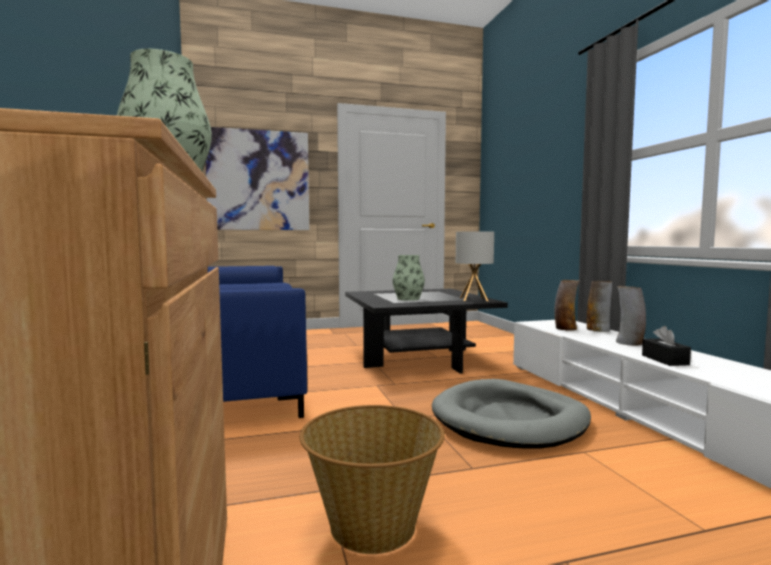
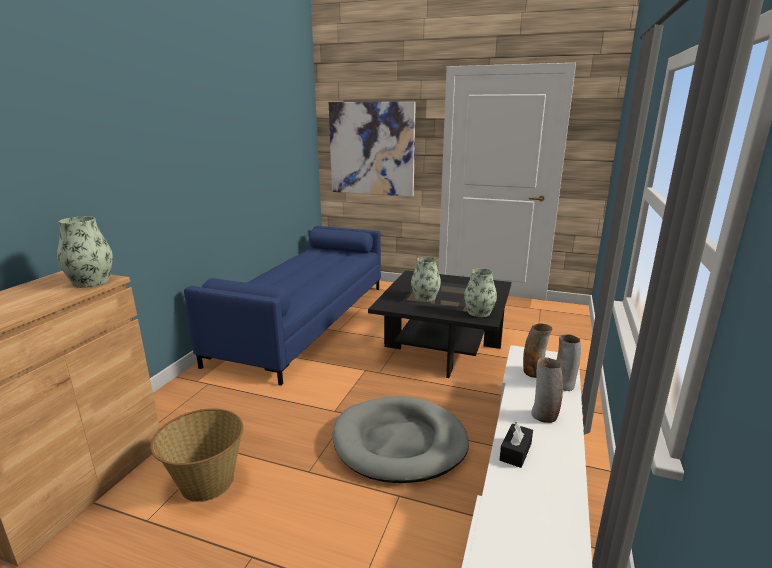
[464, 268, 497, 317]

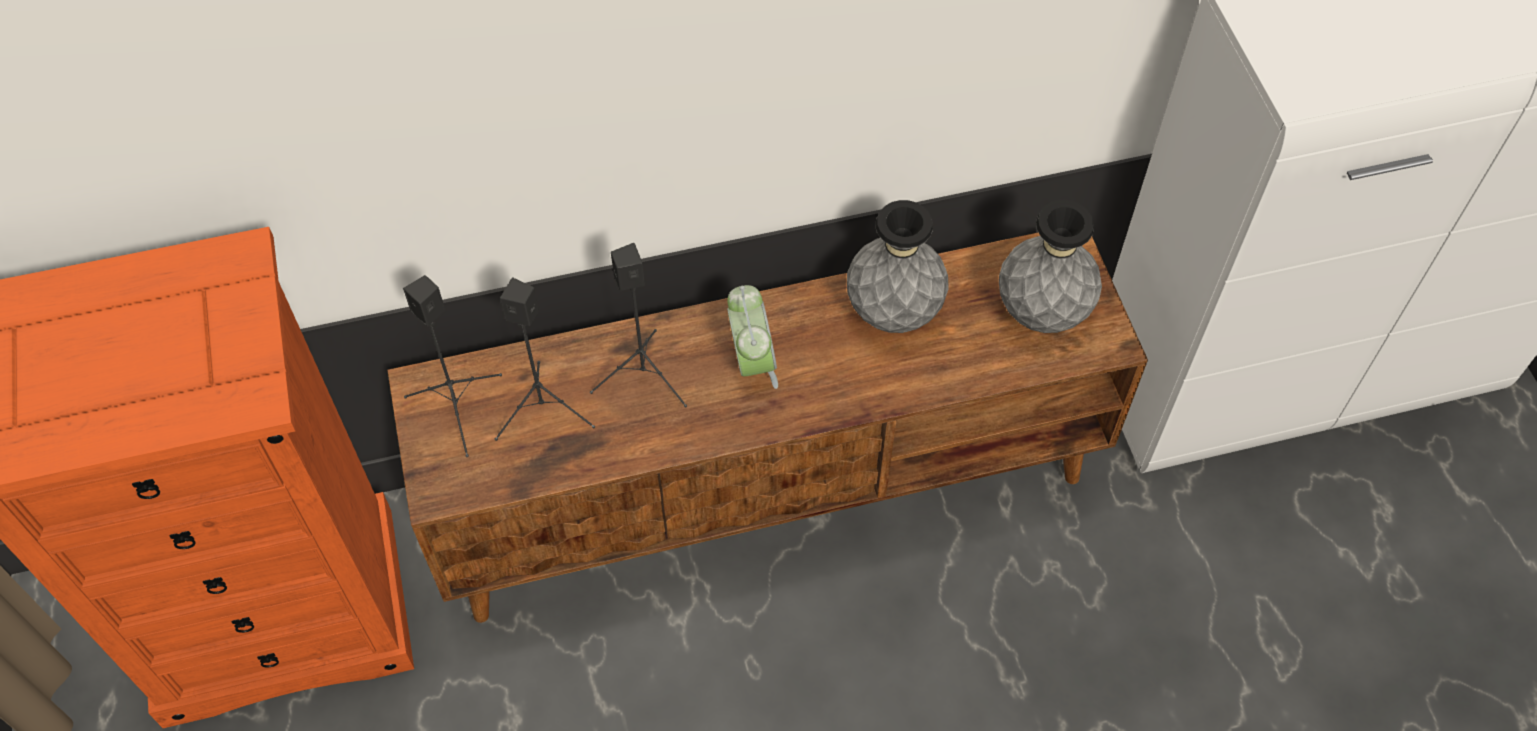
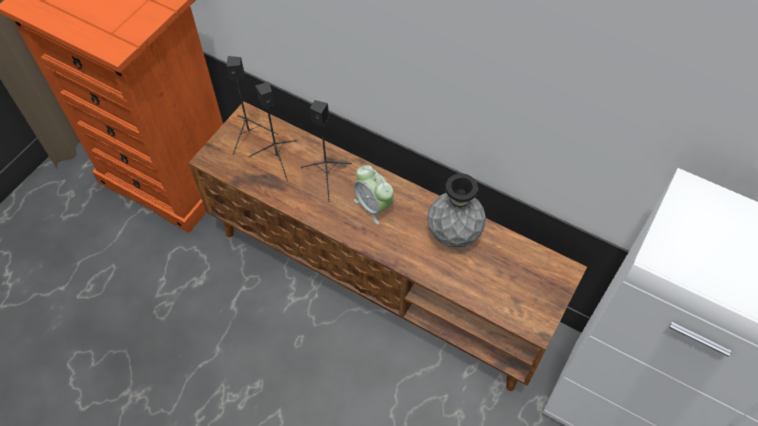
[999, 200, 1102, 333] (first image)
[354, 165, 394, 224]

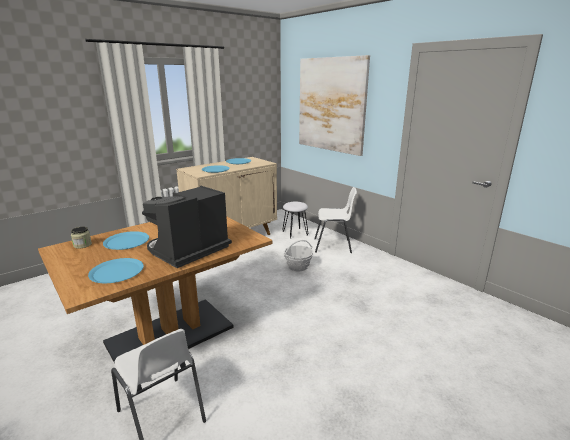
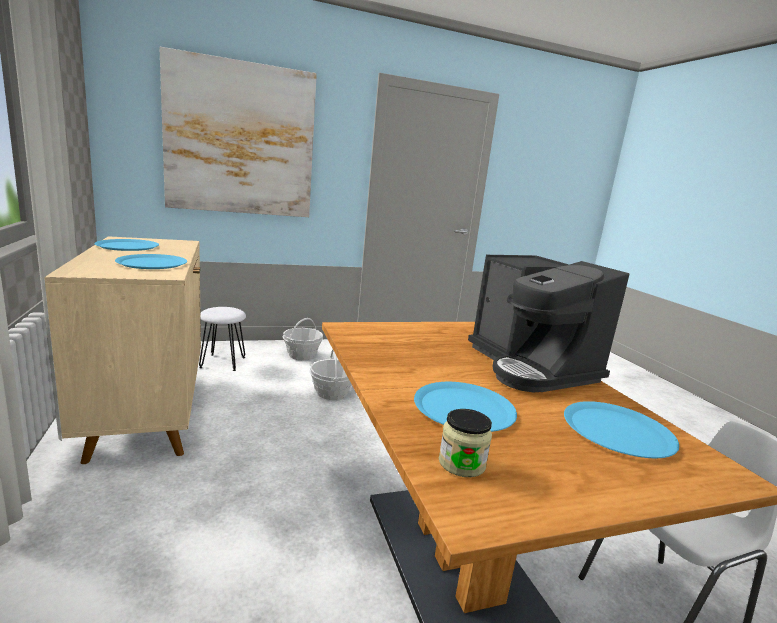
[282, 318, 323, 361]

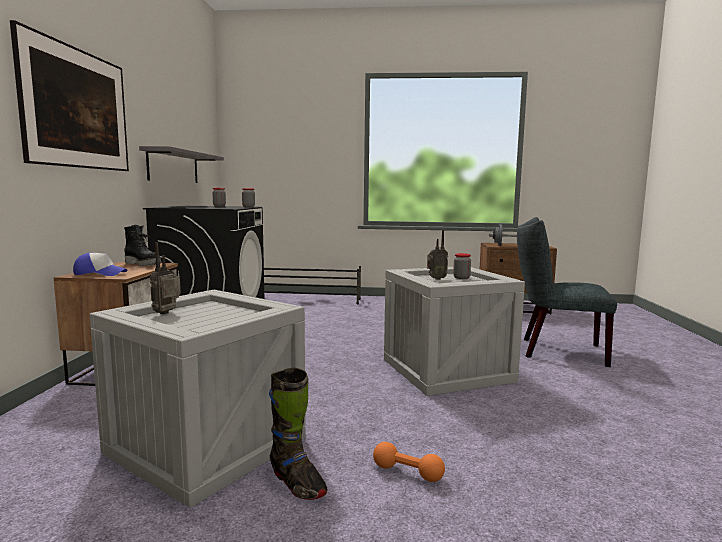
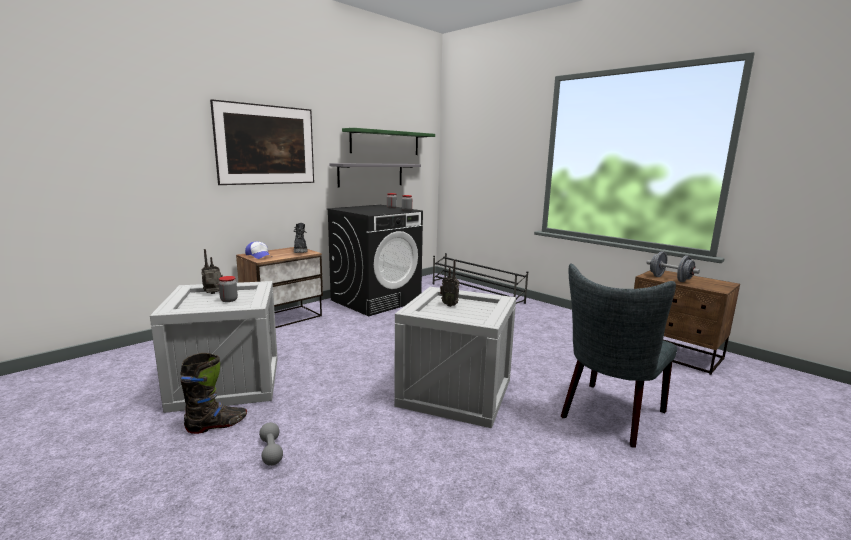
[561, 263, 677, 448]
[219, 276, 238, 302]
[180, 353, 247, 434]
[259, 422, 283, 466]
[342, 128, 435, 155]

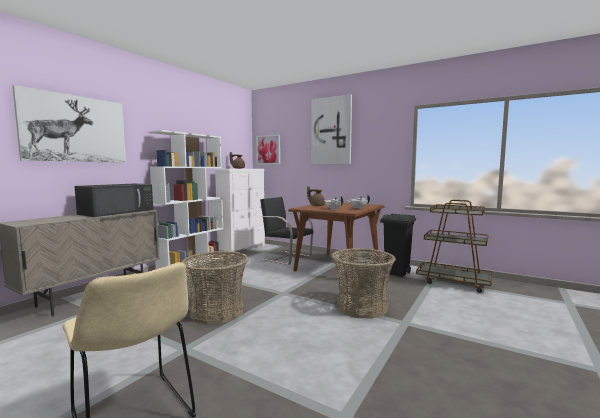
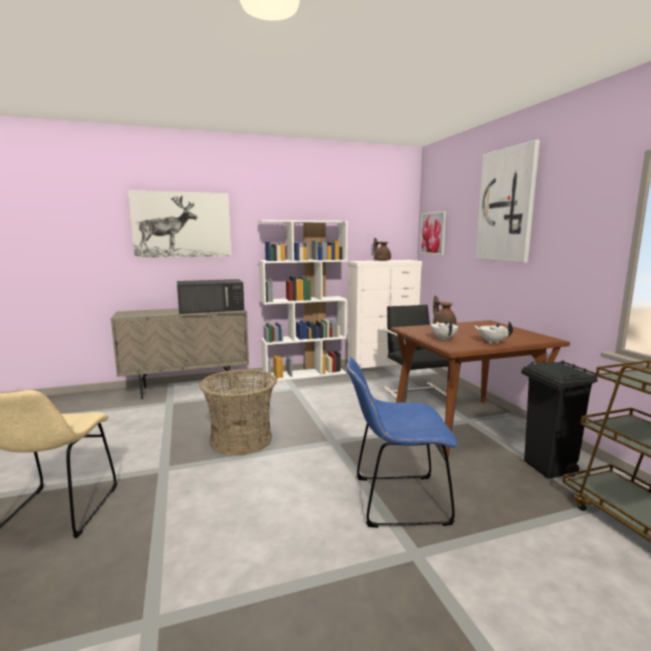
[347, 357, 458, 528]

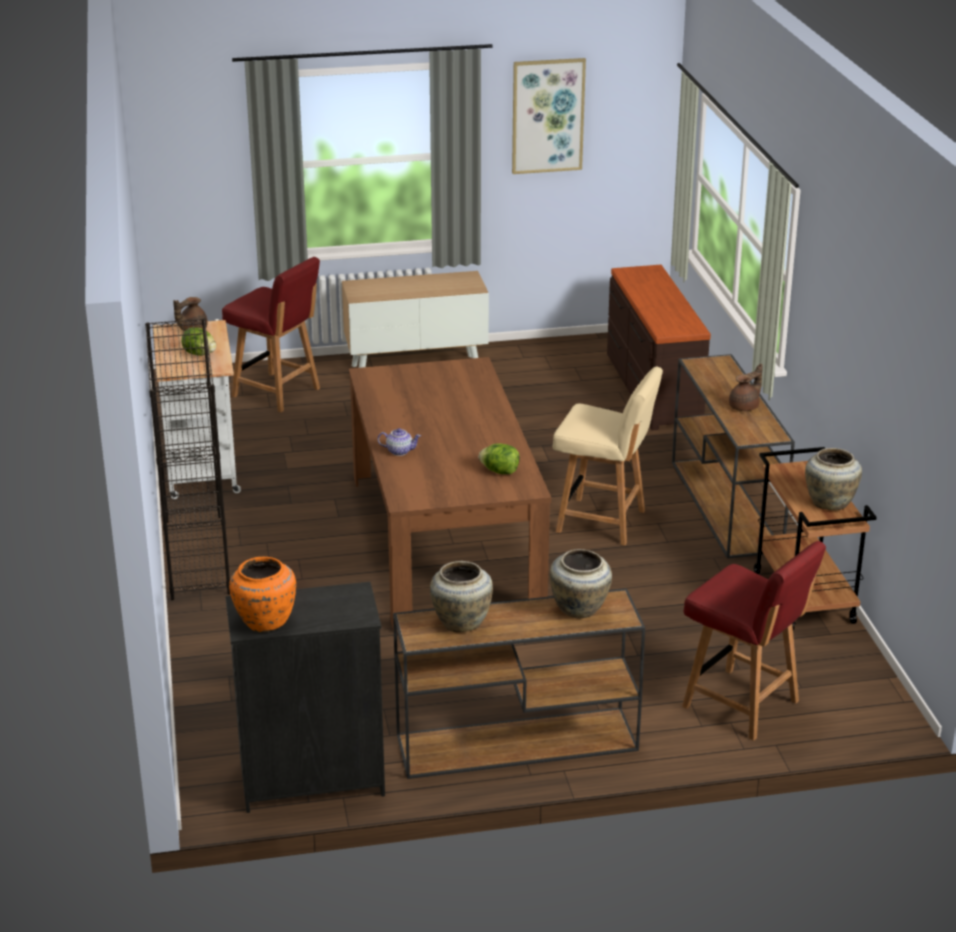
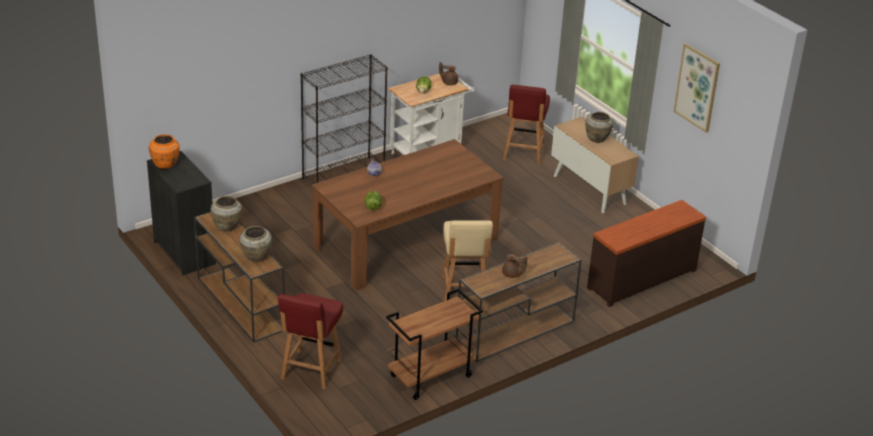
[585, 112, 613, 143]

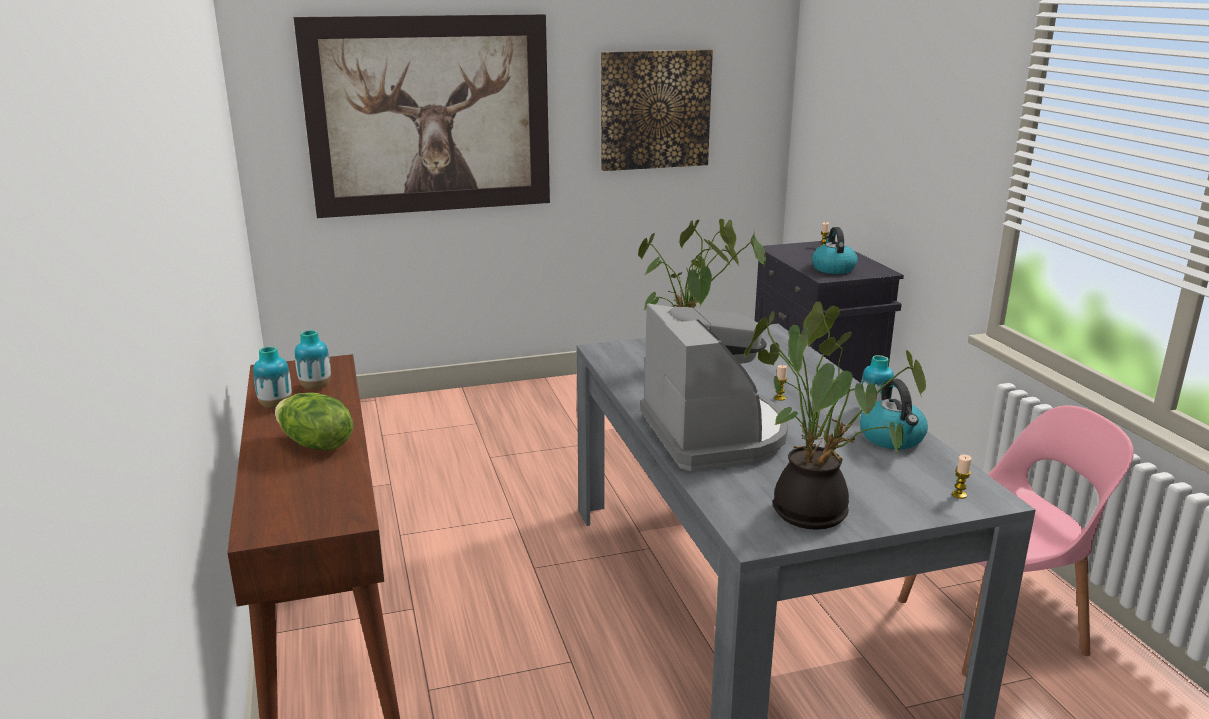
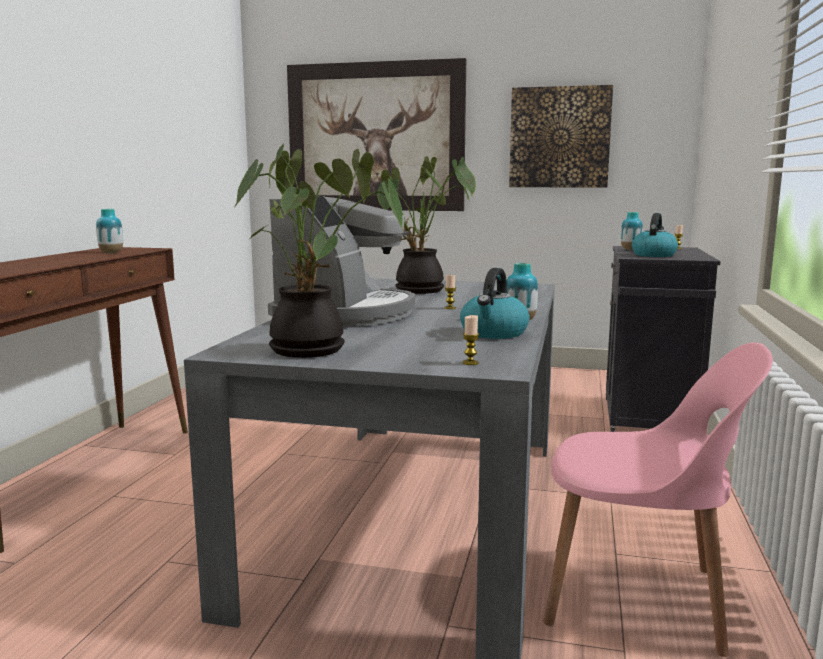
[621, 212, 643, 250]
[275, 392, 353, 451] (first image)

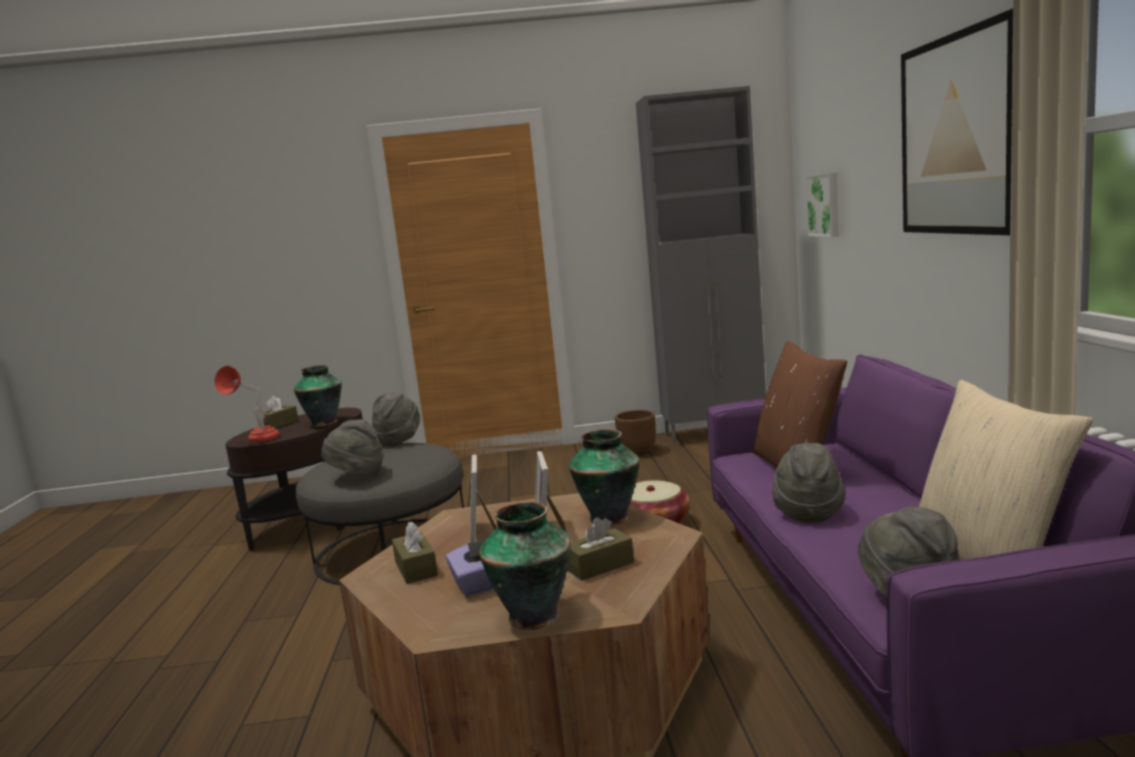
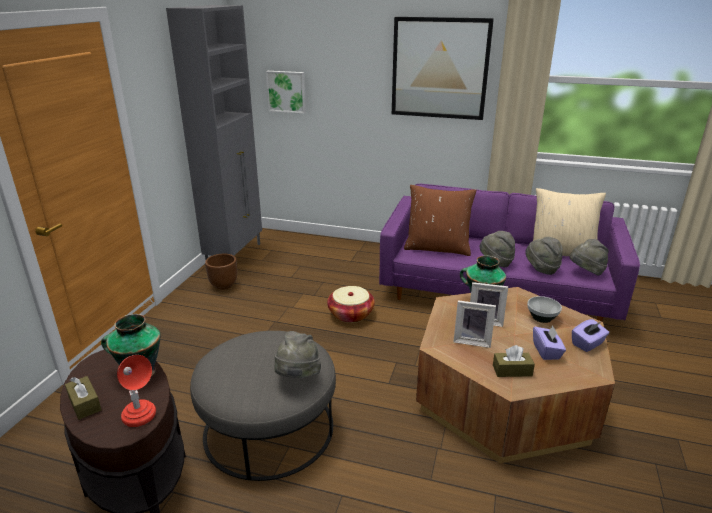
[525, 237, 563, 275]
[572, 319, 609, 352]
[527, 296, 562, 323]

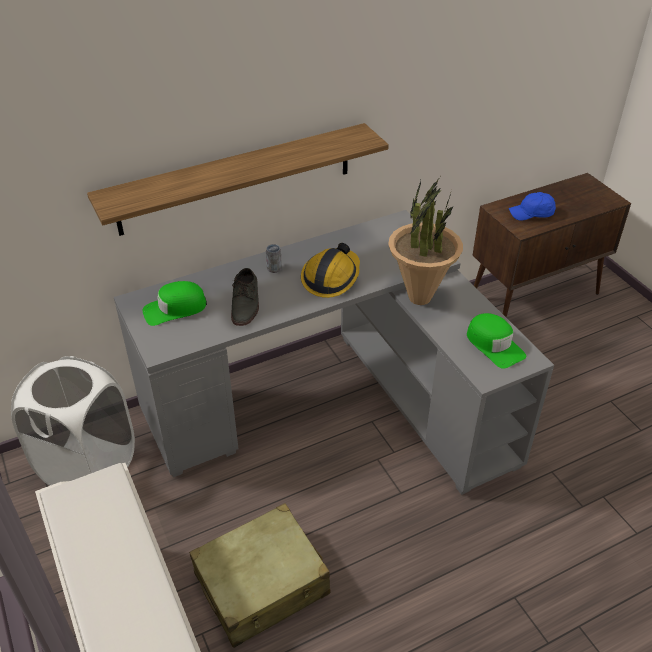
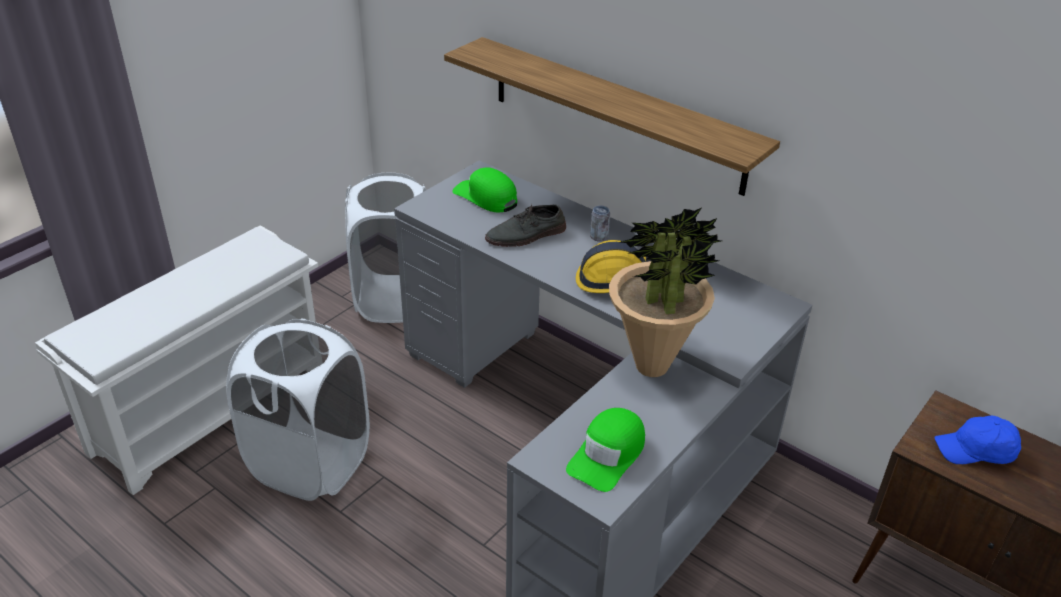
[934, 416, 1021, 464]
[226, 319, 370, 501]

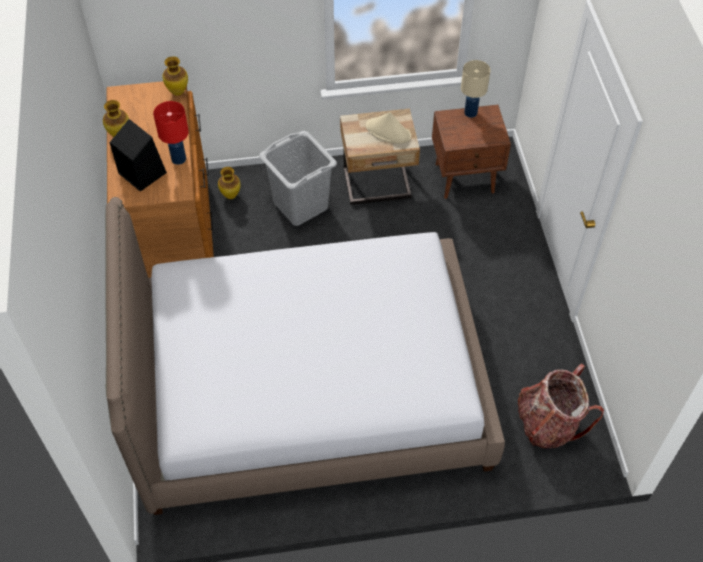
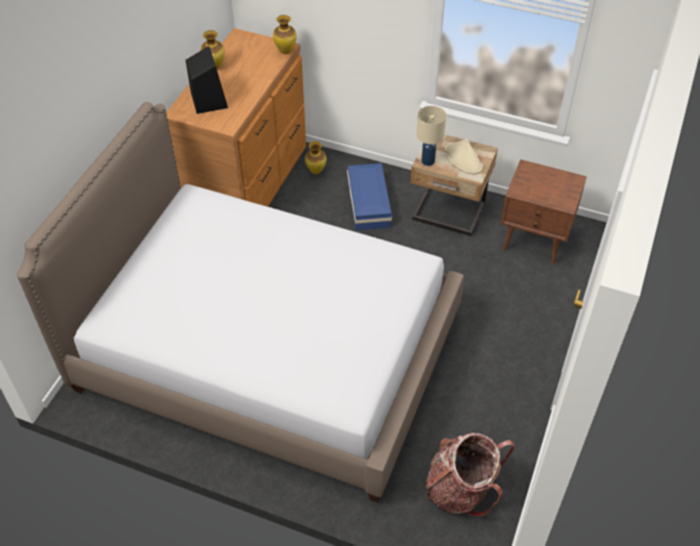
[417, 106, 446, 166]
[153, 101, 189, 165] (first image)
[347, 163, 392, 230]

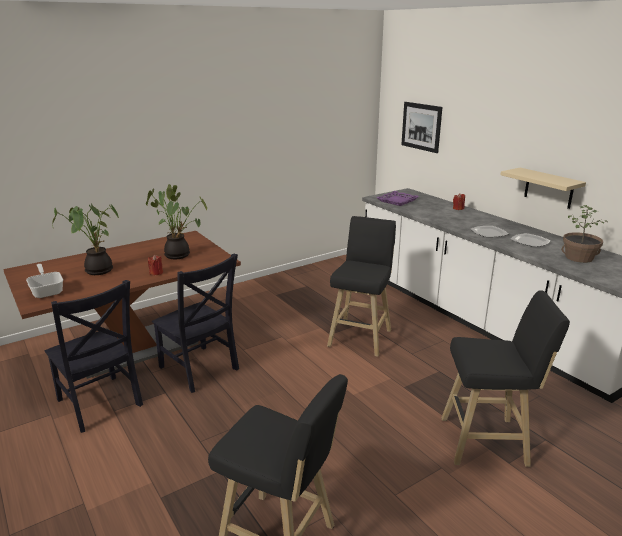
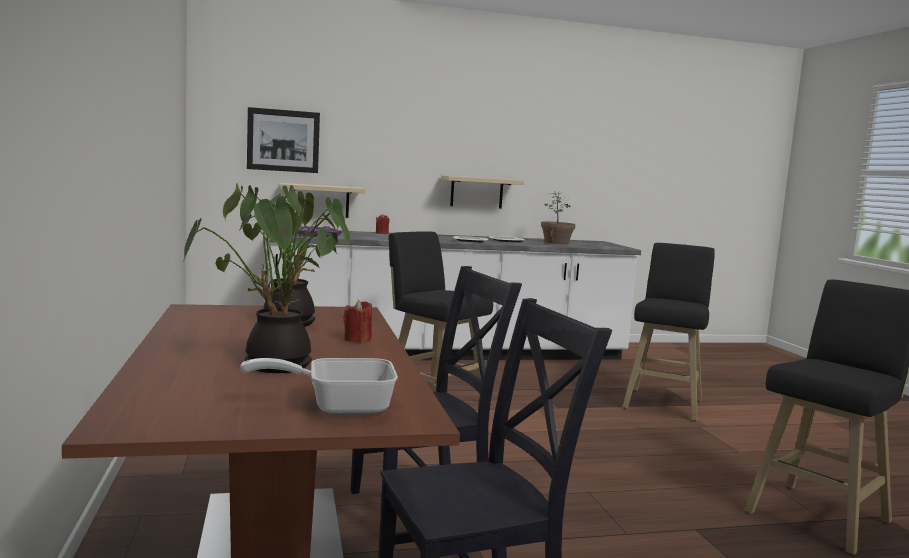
[280, 183, 365, 218]

